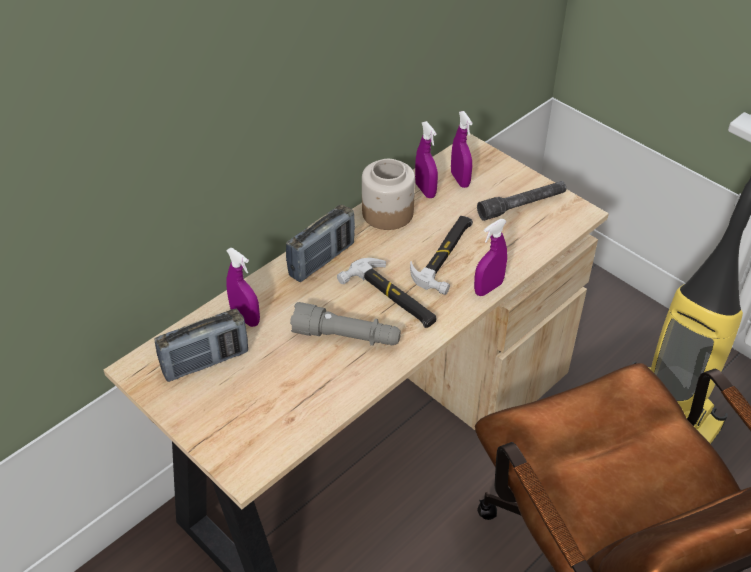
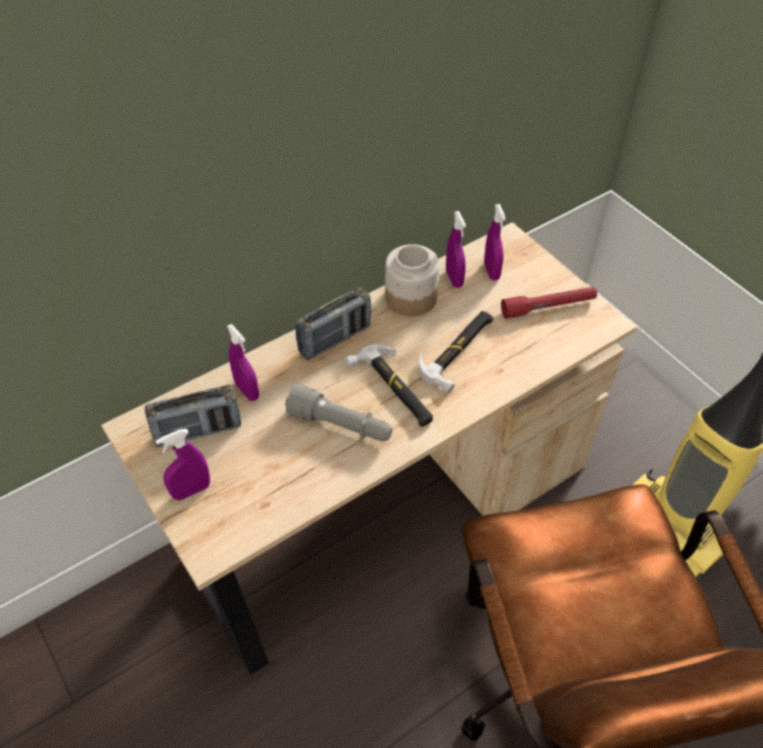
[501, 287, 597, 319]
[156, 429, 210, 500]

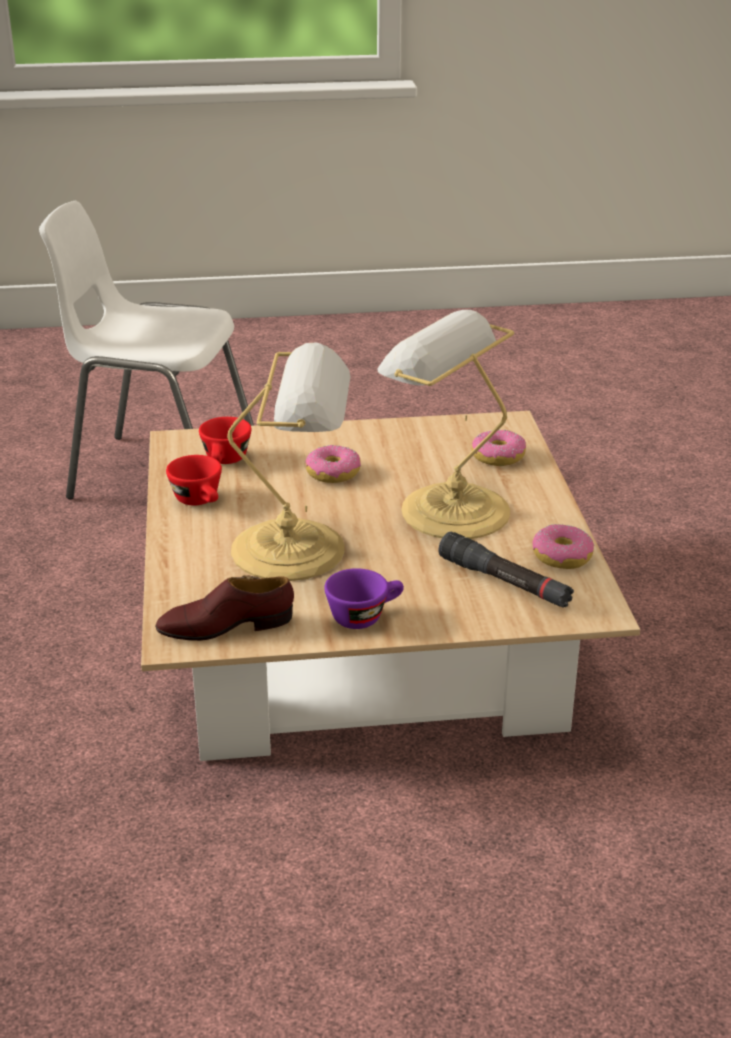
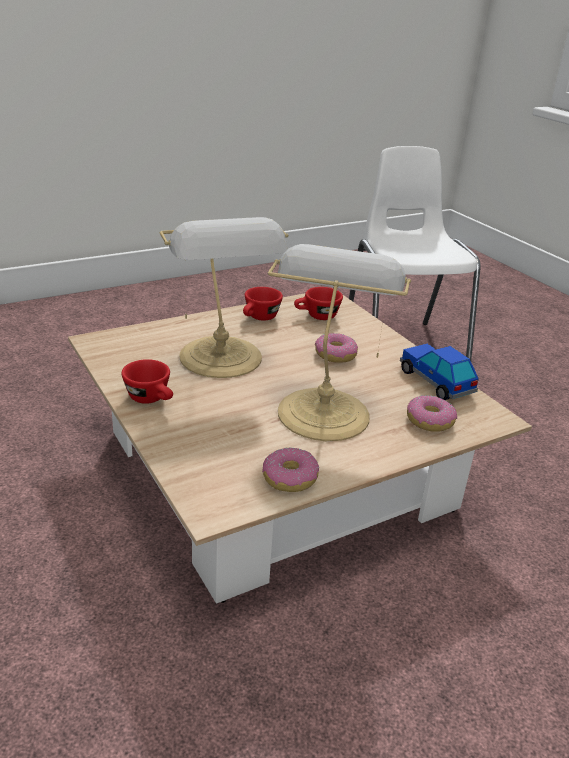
[438, 532, 574, 608] (first image)
[121, 359, 173, 404]
[155, 575, 294, 641] (first image)
[400, 344, 479, 400]

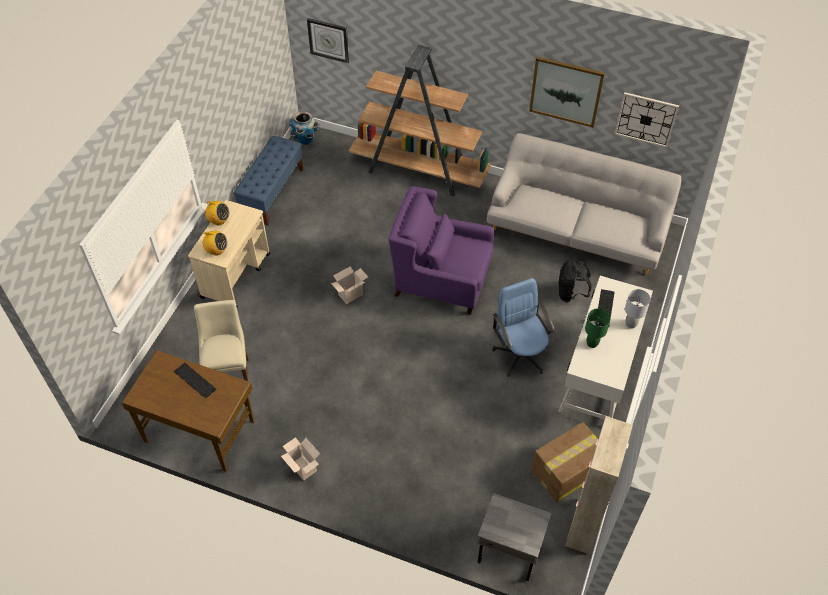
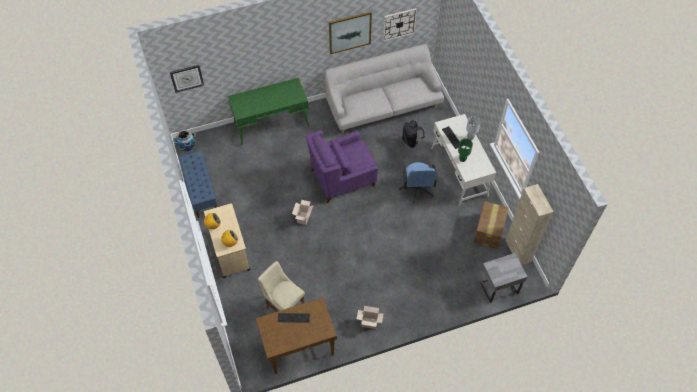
[228, 78, 309, 145]
[399, 162, 437, 204]

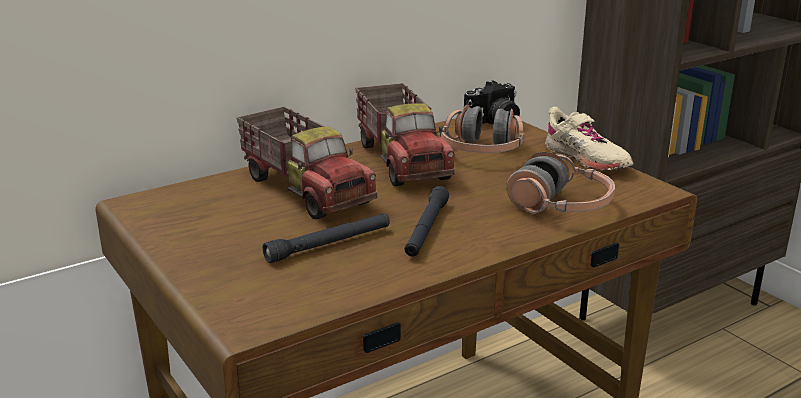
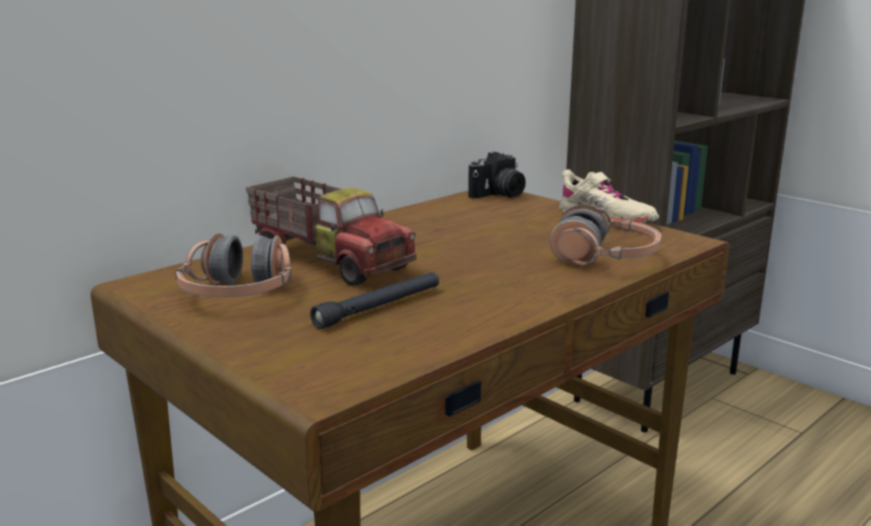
[356, 83, 455, 186] (first image)
[175, 233, 292, 297]
[405, 186, 449, 257] (first image)

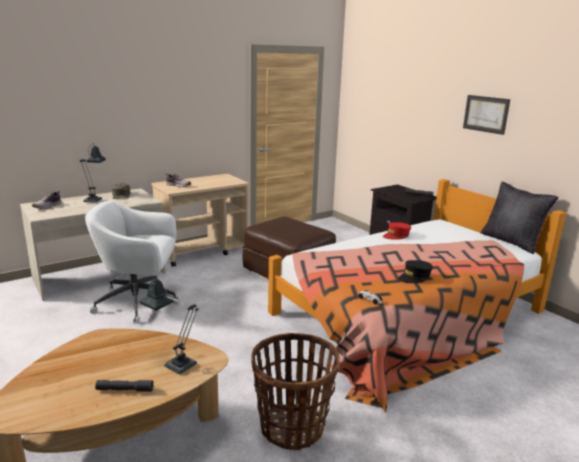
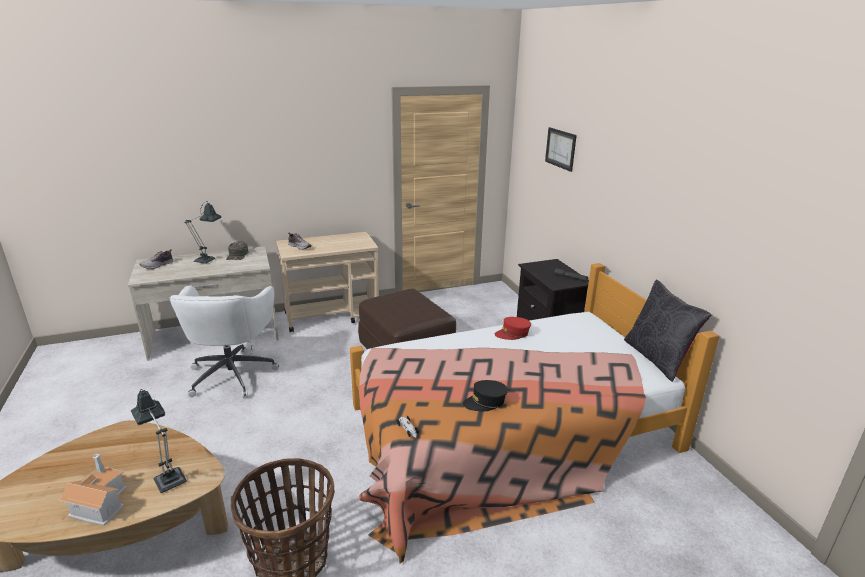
[545, 127, 577, 172]
[169, 285, 280, 398]
[59, 454, 127, 526]

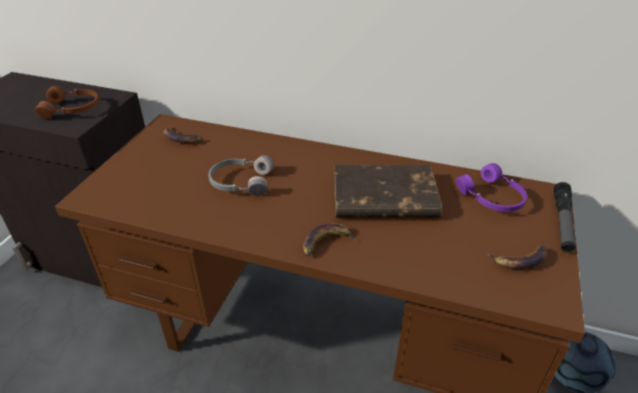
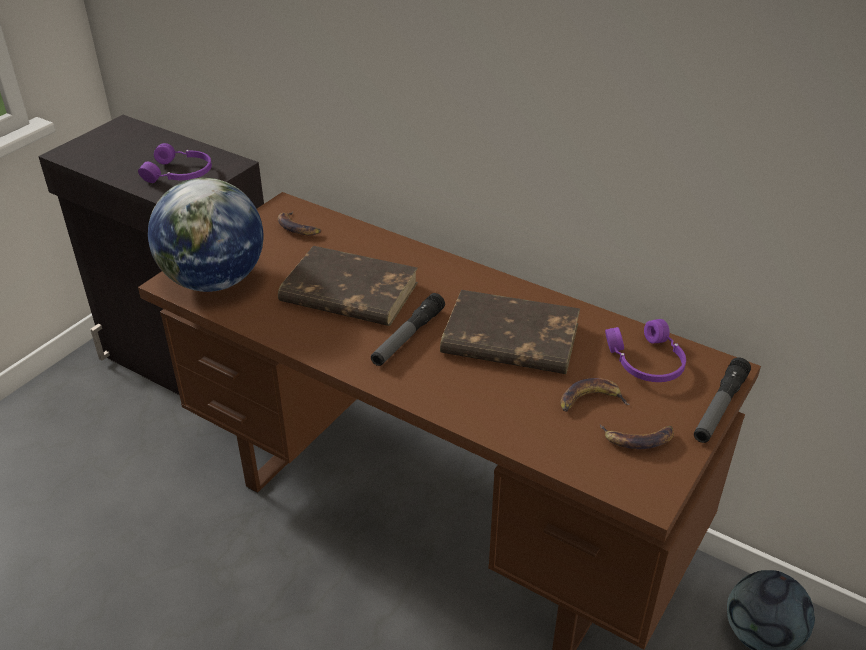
[138, 143, 212, 183]
[278, 246, 418, 326]
[560, 378, 630, 411]
[148, 178, 264, 292]
[371, 293, 445, 366]

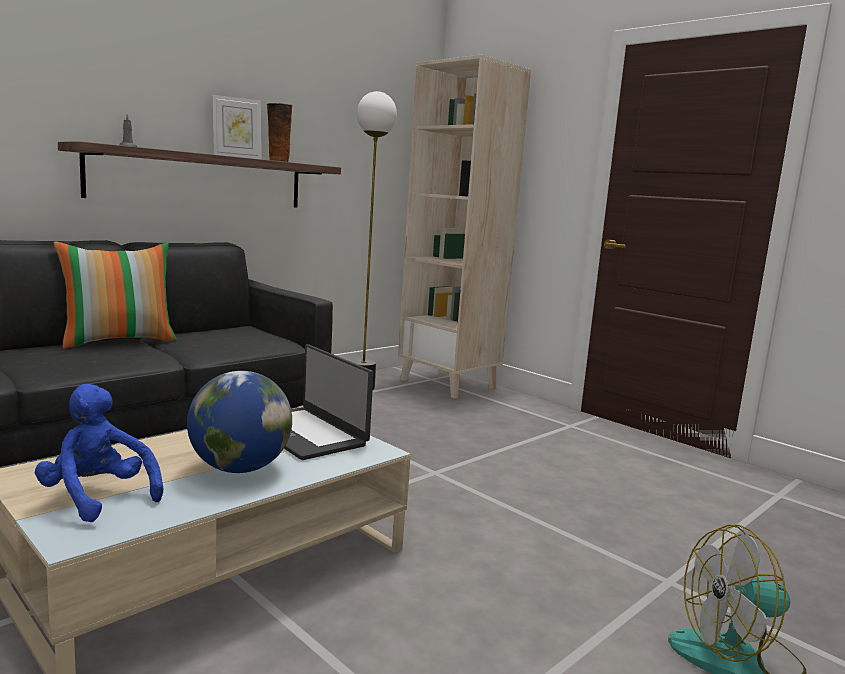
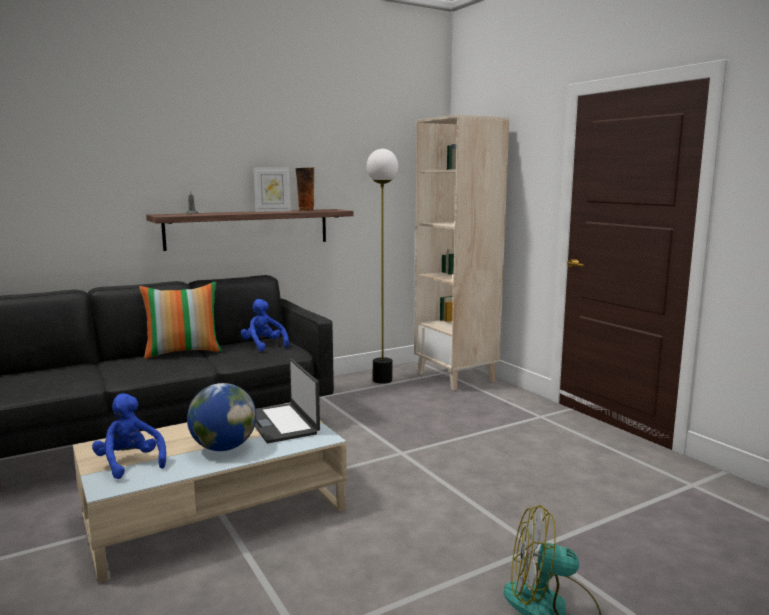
[241, 299, 289, 351]

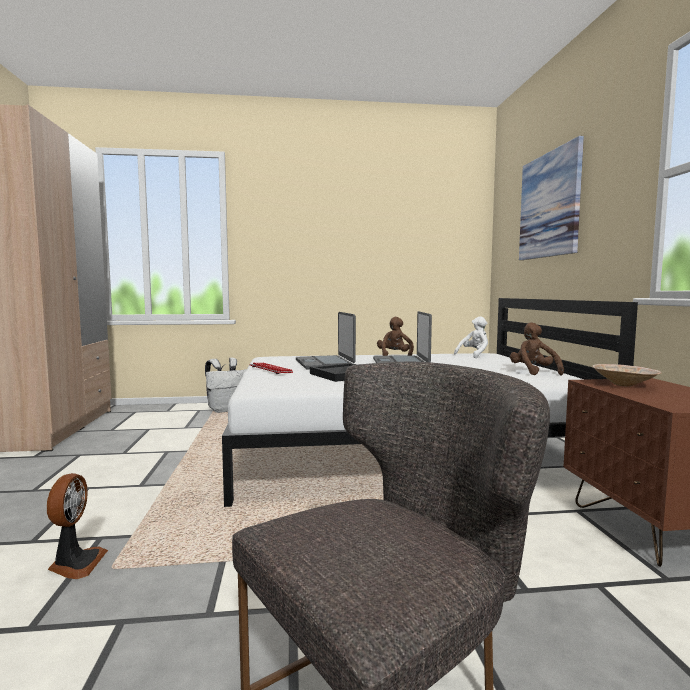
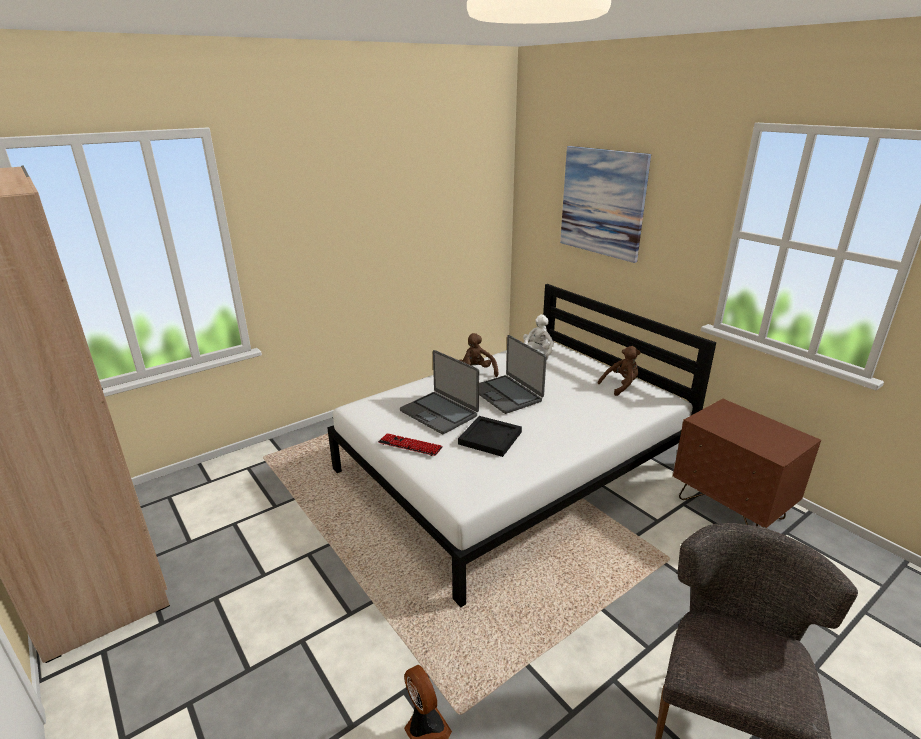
[597, 346, 640, 396]
[205, 357, 247, 413] (first image)
[592, 364, 662, 386] (first image)

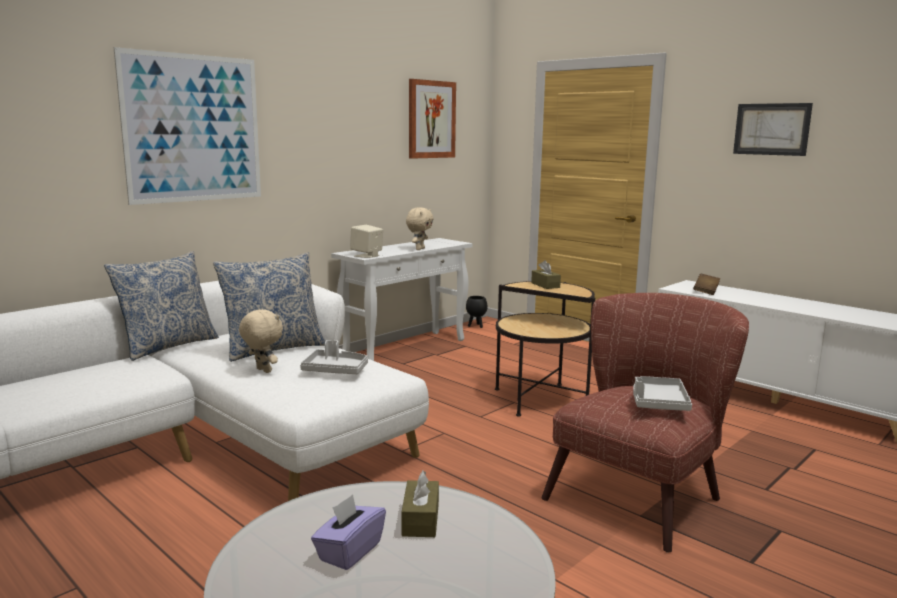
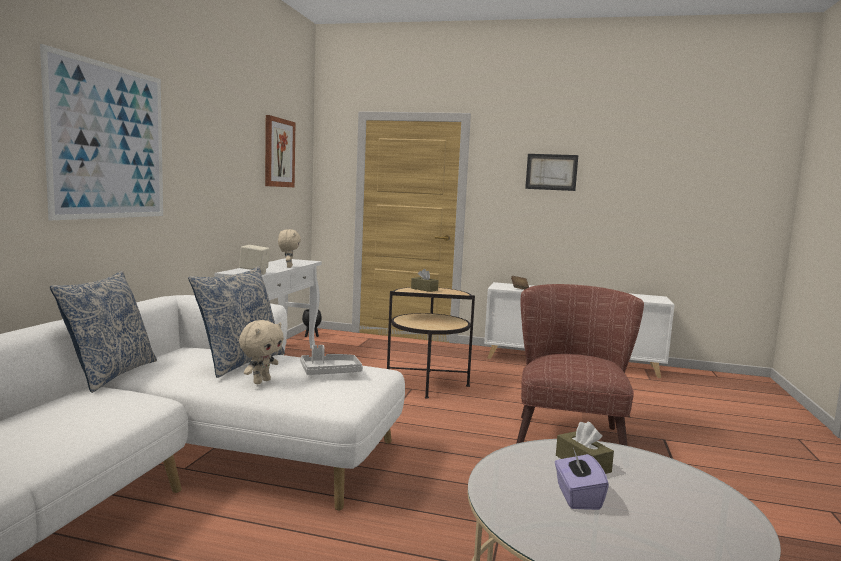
[239, 320, 284, 384]
[633, 376, 692, 411] (first image)

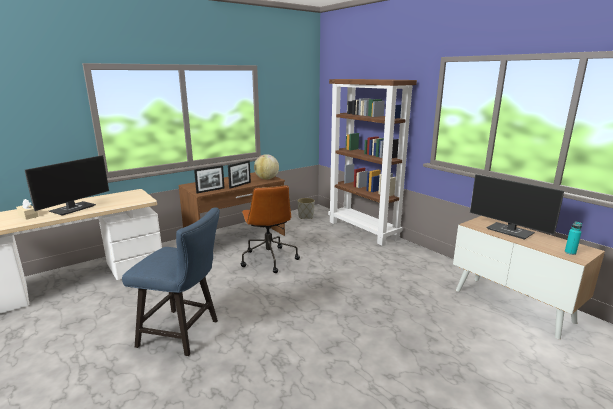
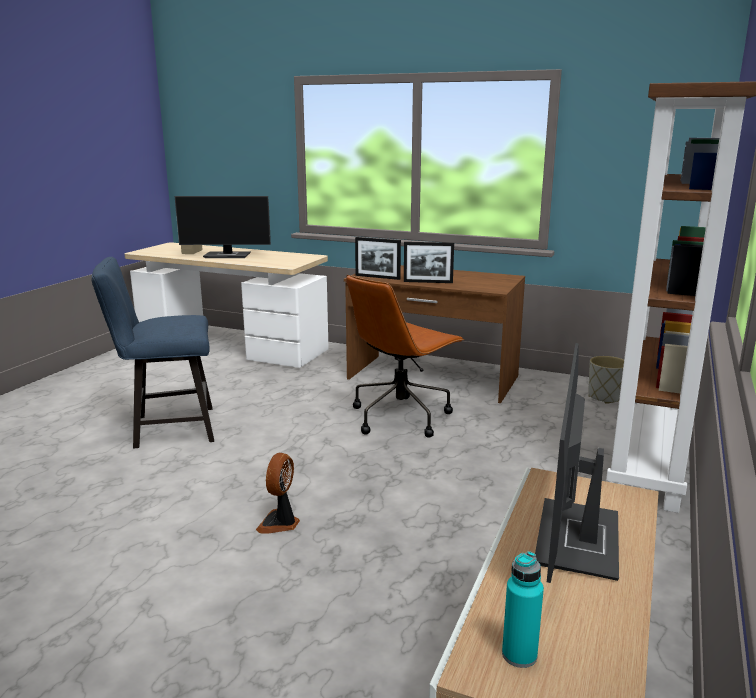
[254, 154, 279, 179] (first image)
[92, 257, 214, 448]
[256, 453, 300, 534]

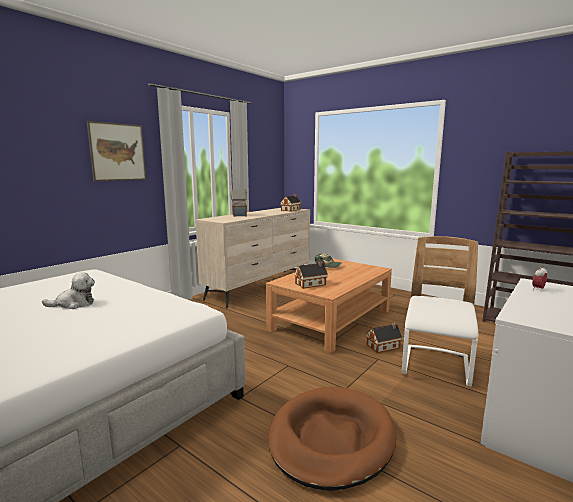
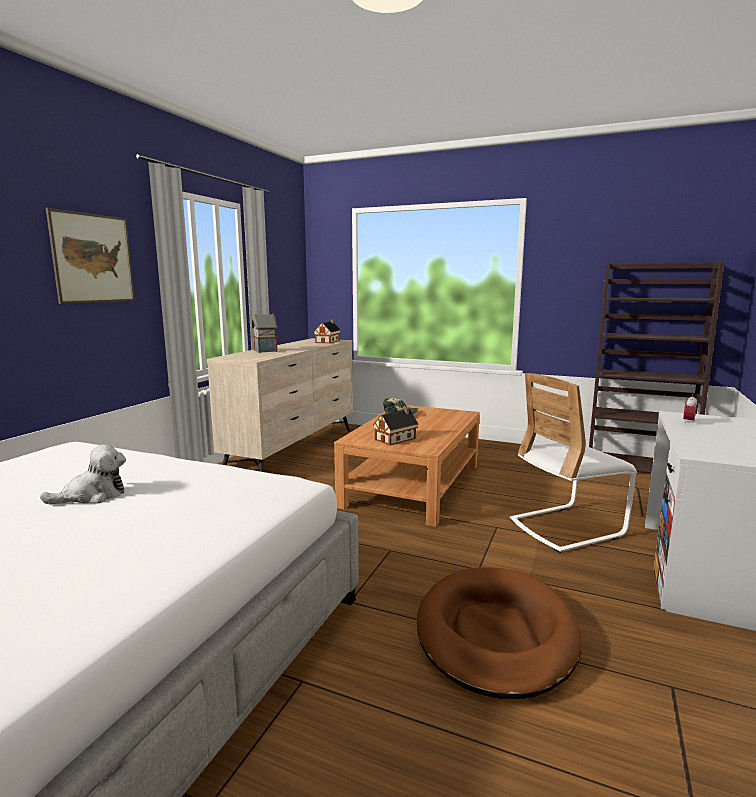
[510, 373, 637, 553]
[366, 323, 403, 353] (first image)

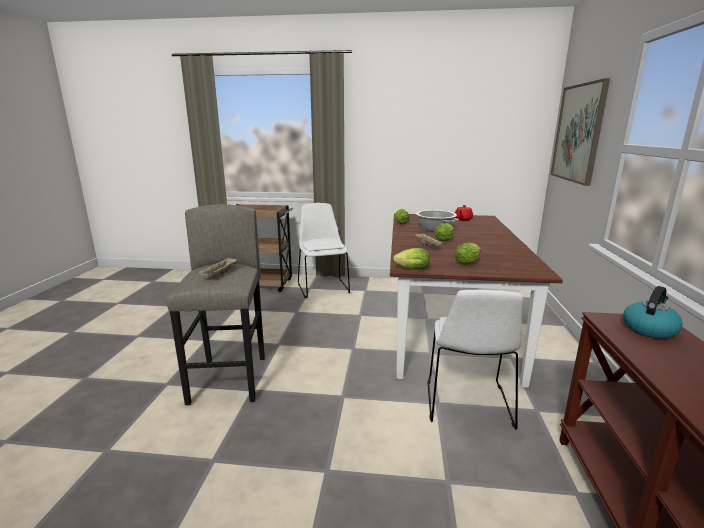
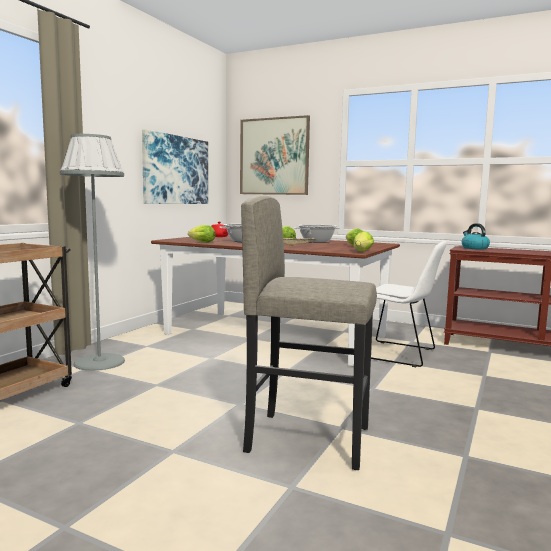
[60, 134, 125, 371]
[197, 257, 237, 275] (first image)
[142, 129, 208, 204]
[294, 225, 340, 243]

